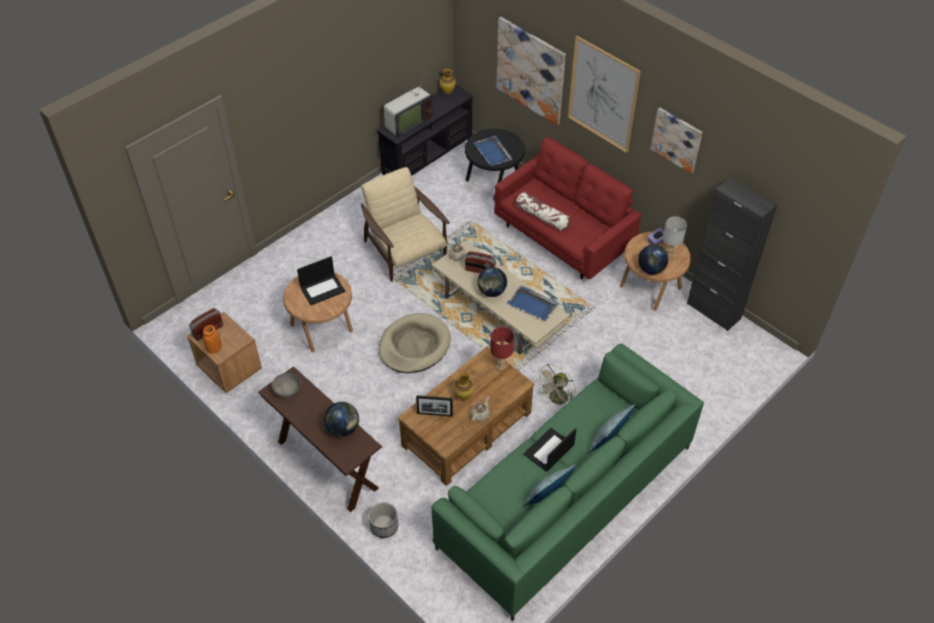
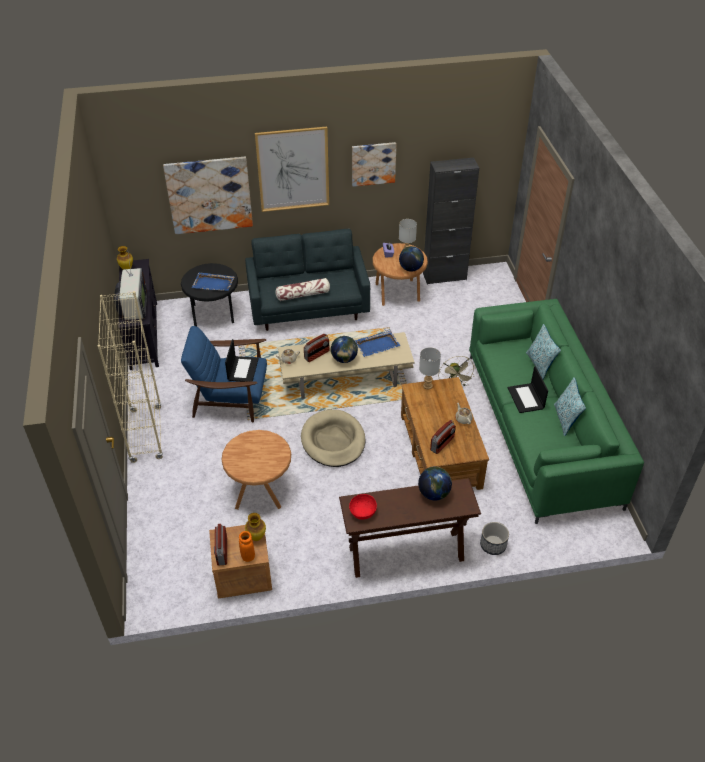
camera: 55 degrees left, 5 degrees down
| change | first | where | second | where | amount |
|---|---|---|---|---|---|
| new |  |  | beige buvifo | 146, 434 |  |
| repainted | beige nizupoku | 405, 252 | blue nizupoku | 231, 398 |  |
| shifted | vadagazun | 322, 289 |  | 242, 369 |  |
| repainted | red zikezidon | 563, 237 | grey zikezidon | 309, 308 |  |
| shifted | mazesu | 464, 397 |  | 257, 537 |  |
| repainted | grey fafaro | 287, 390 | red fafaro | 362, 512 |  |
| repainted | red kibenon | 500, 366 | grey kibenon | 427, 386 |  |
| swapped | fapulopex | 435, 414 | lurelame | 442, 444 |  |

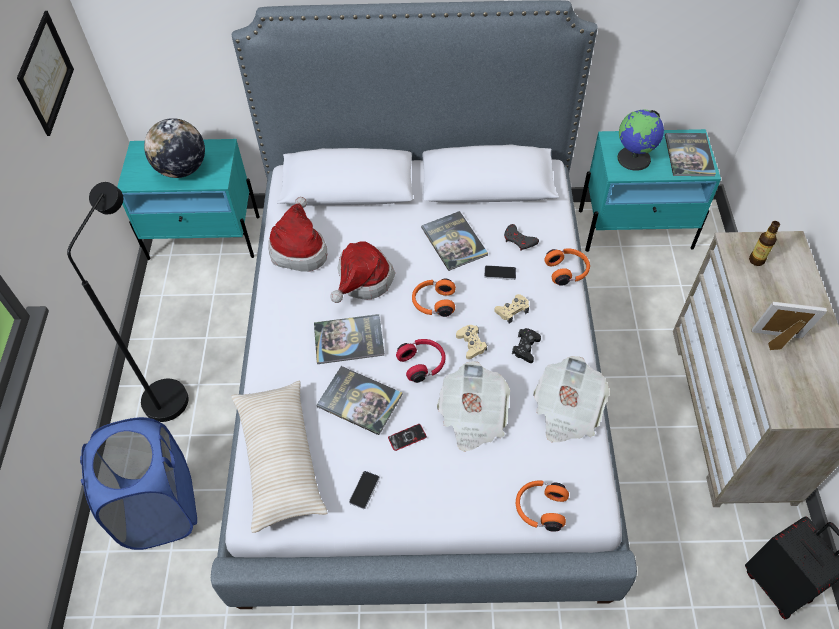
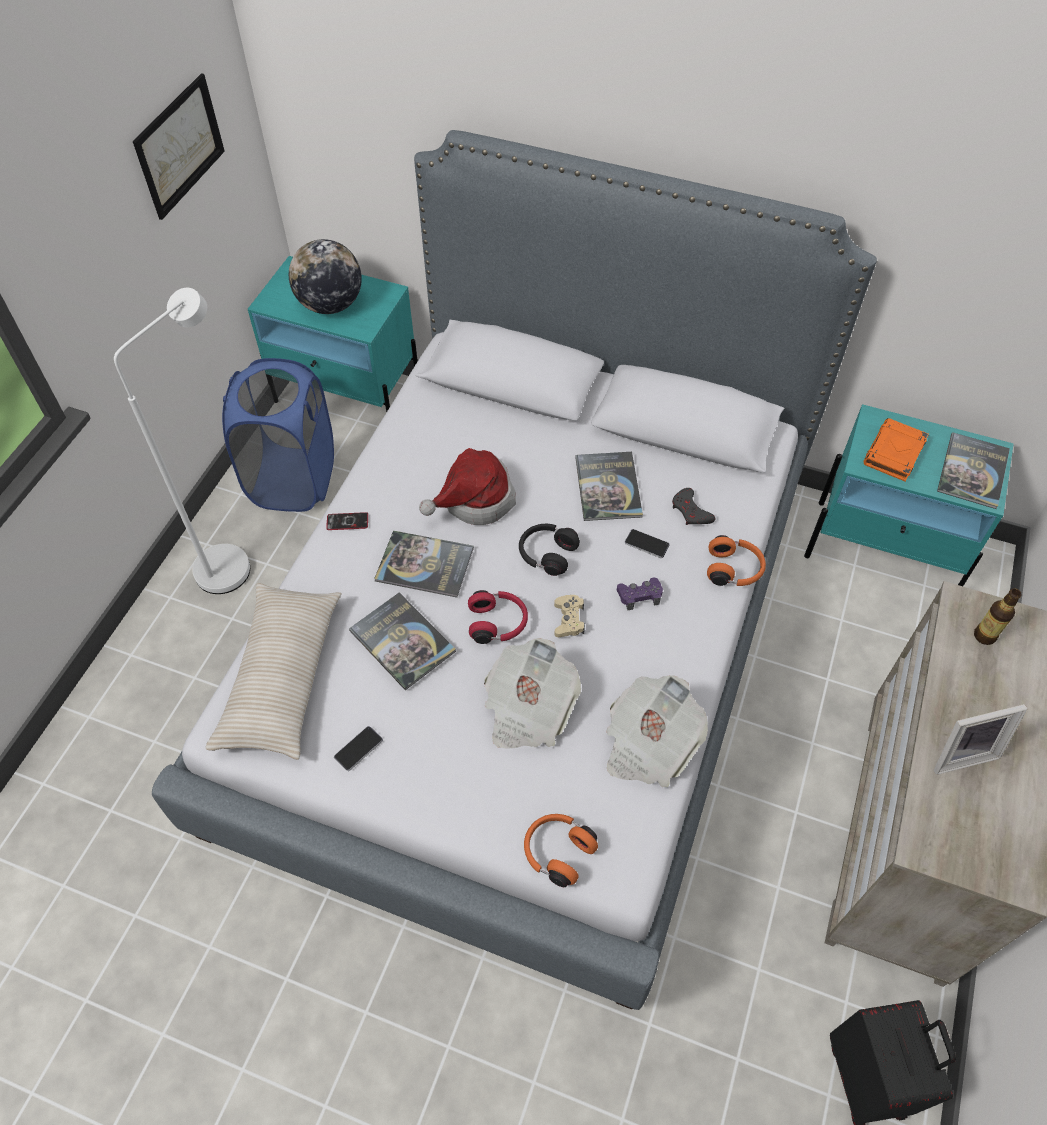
camera: 20 degrees right, 0 degrees up
| change | first | where | second | where | amount |
|---|---|---|---|---|---|
| repainted | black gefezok | 171, 390 | white gefezok | 233, 560 |  |
| shifted | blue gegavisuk | 160, 509 |  | 293, 480 |  |
| shifted | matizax | 407, 437 |  | 347, 522 |  |
| repainted | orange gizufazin | 433, 303 | black gizufazin | 546, 554 |  |
| repainted | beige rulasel | 512, 310 | purple rulasel | 639, 595 |  |
| swapped | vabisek | 634, 158 | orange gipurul | 894, 453 |  |
| rotated | fapulopex | 777, 341 |  | 960, 752 | 135 degrees clockwise |
| gone | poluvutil | 299, 248 |  |  |  |
| gone | black rulasel | 526, 347 |  |  |  |

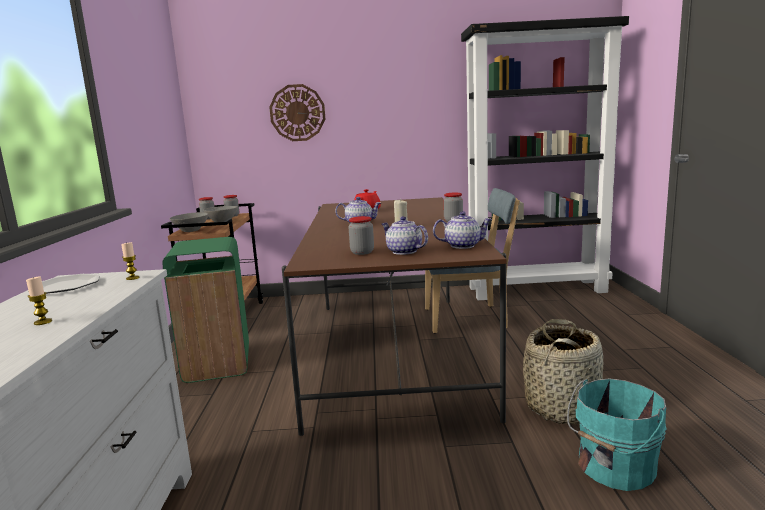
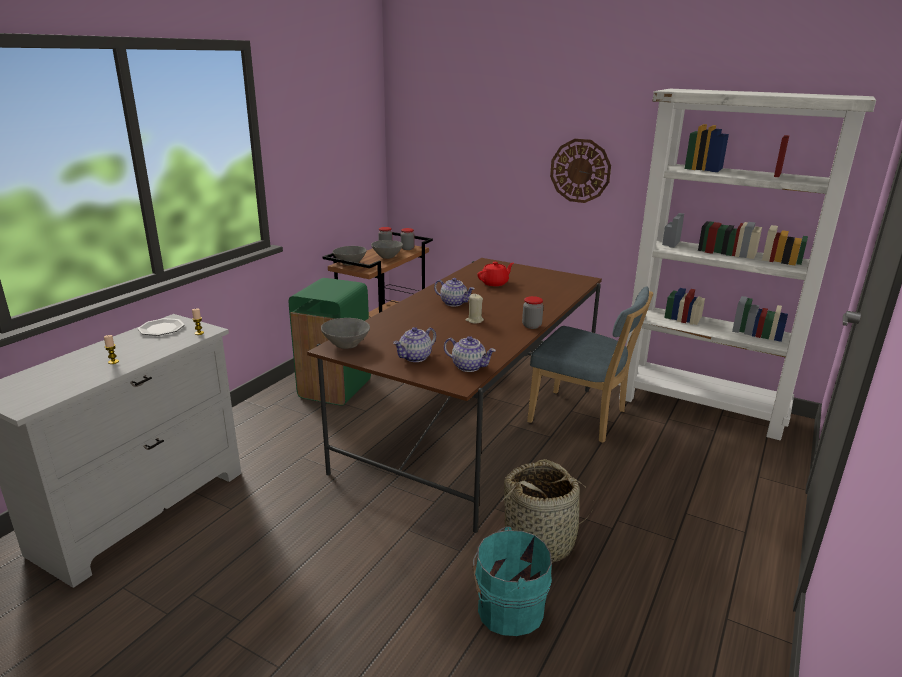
camera: 30 degrees right, 10 degrees up
| change | first | where | second | where | amount |
|---|---|---|---|---|---|
| new |  |  | grey fafaro | 346, 345 |  |
| rotated | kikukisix | 403, 251 |  | 415, 357 | 120 degrees counterclockwise |
| shifted | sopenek | 297, 113 |  | 580, 171 |  |
| repainted | black buvifo | 537, 289 | white buvifo | 701, 407 |  |
| gone | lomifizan | 362, 252 |  |  |  |

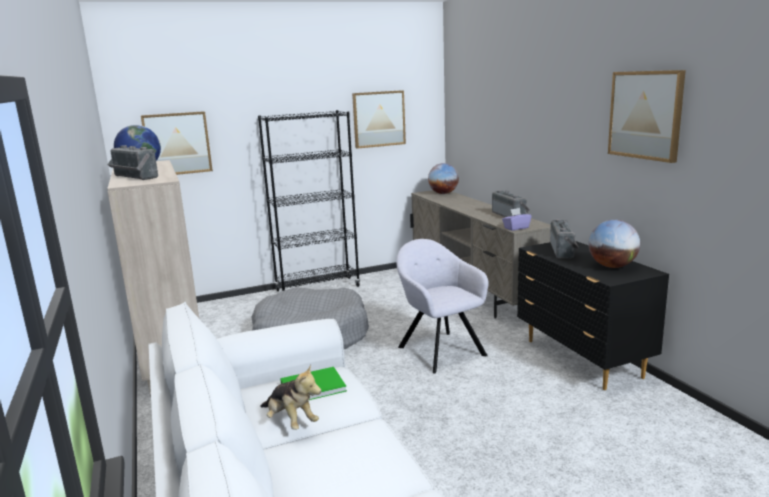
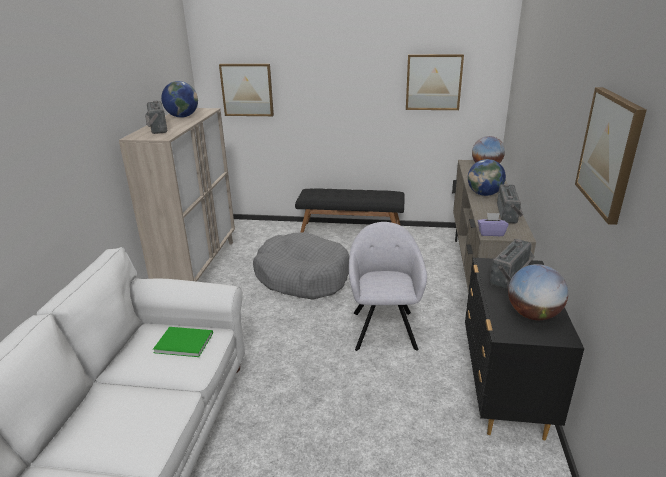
camera: 30 degrees right, 10 degrees up
| change | first | where | second | where | amount |
|---|---|---|---|---|---|
| swapped | black buvifo | 318, 288 | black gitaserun | 351, 231 |  |
| new |  |  | vabisek | 484, 194 |  |
| gone | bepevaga | 290, 421 |  |  |  |

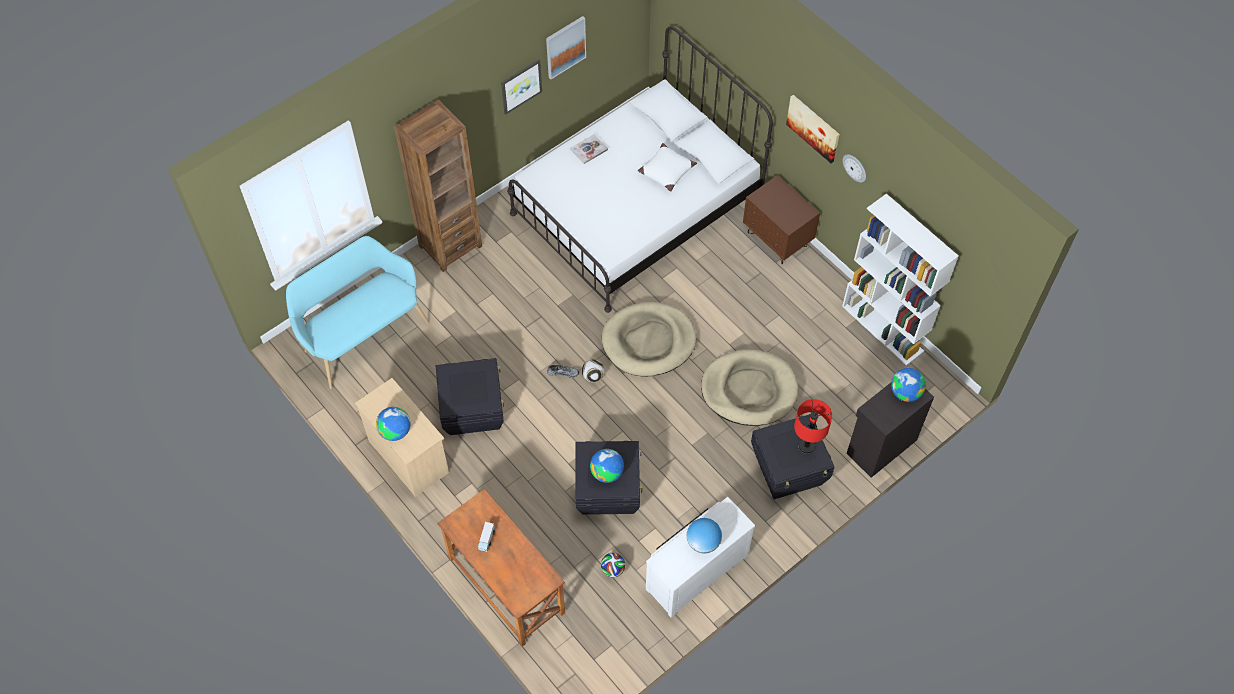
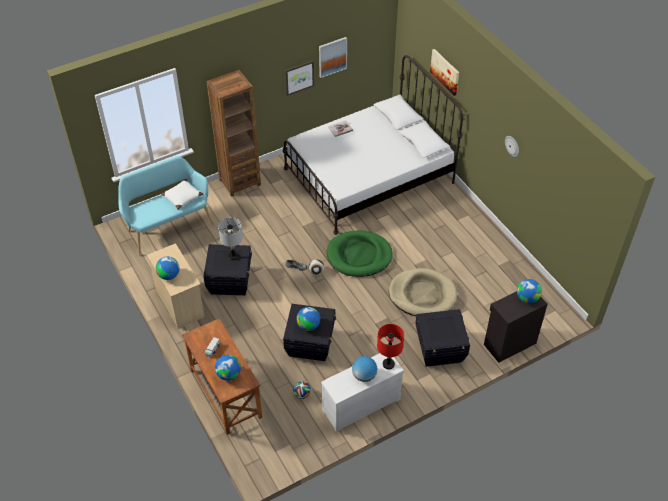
camera: 10 degrees right, 10 degrees down
| change | first | where | second | where | amount |
|---|---|---|---|---|---|
| shifted | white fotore | 666, 171 |  | 182, 197 |  |
| new |  |  | vabisek | 228, 374 |  |
| new |  |  | grey kibenon | 233, 256 |  |
| repainted | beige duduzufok | 648, 341 | green duduzufok | 359, 256 |  |
| shifted | red kibenon | 806, 446 |  | 388, 364 |  |
| shifted | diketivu | 813, 128 |  | 445, 71 |  |
| gone | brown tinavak | 777, 240 |  |  |  |
| gone | white buvifo | 883, 328 |  |  |  |

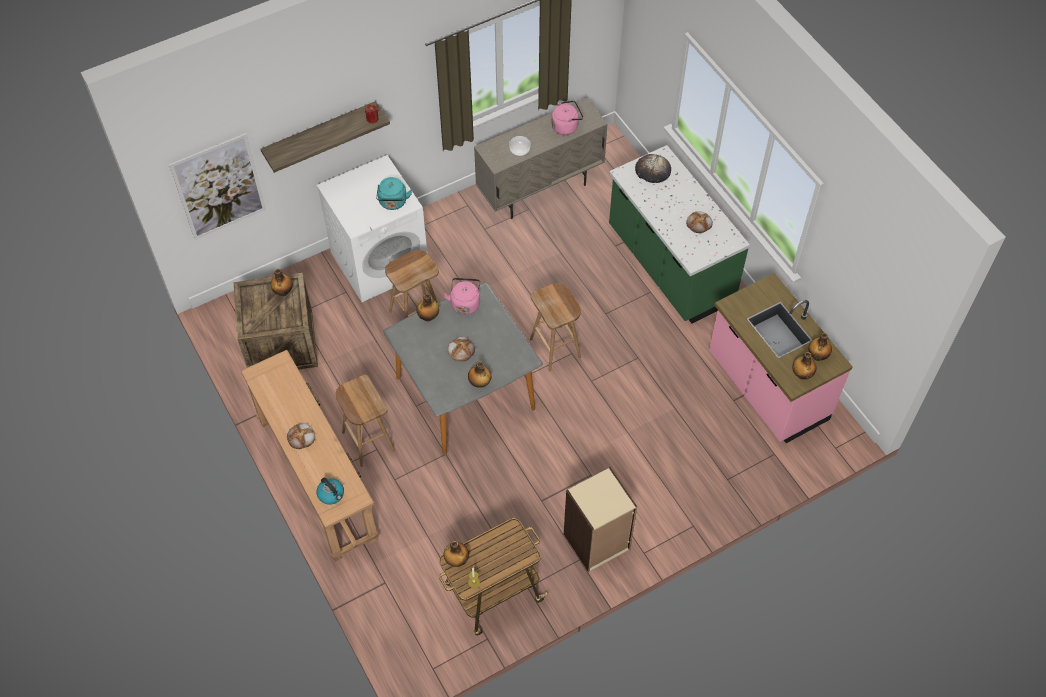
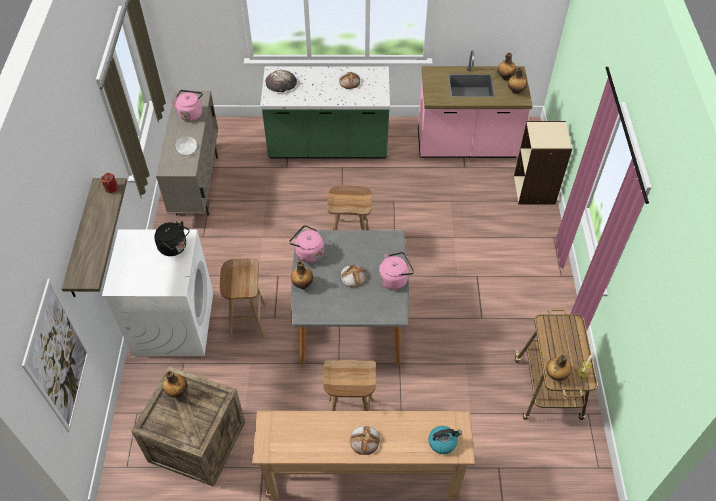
camera: 60 degrees left, 5 degrees down
| change | first | where | second | where | amount |
|---|---|---|---|---|---|
| repainted | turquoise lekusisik | 393, 203 | black lekusisik | 174, 247 |  |
| swapped | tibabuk | 479, 383 | pink lekusisik | 395, 279 |  |
| shifted | beige buvifo | 597, 542 |  | 535, 190 |  |

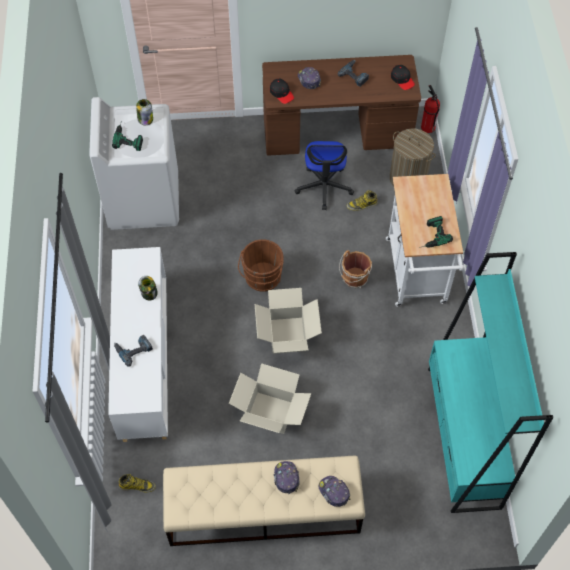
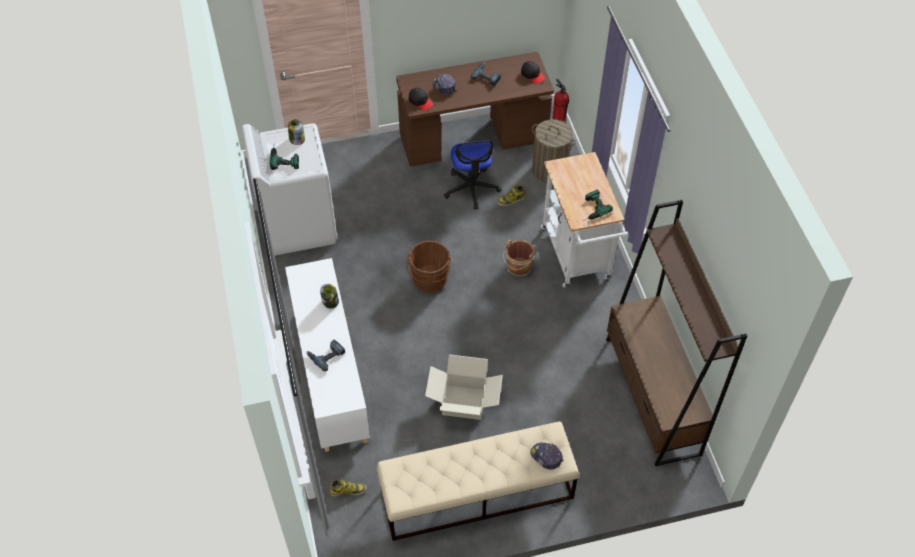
camera: 10 degrees left, 5 degrees down
| change | first | where | second | where | amount |
|---|---|---|---|---|---|
| repainted | turquoise buvifo | 463, 437 | brown buvifo | 652, 396 |  |
| gone | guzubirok | 287, 335 |  |  |  |
| gone | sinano | 286, 478 |  |  |  |

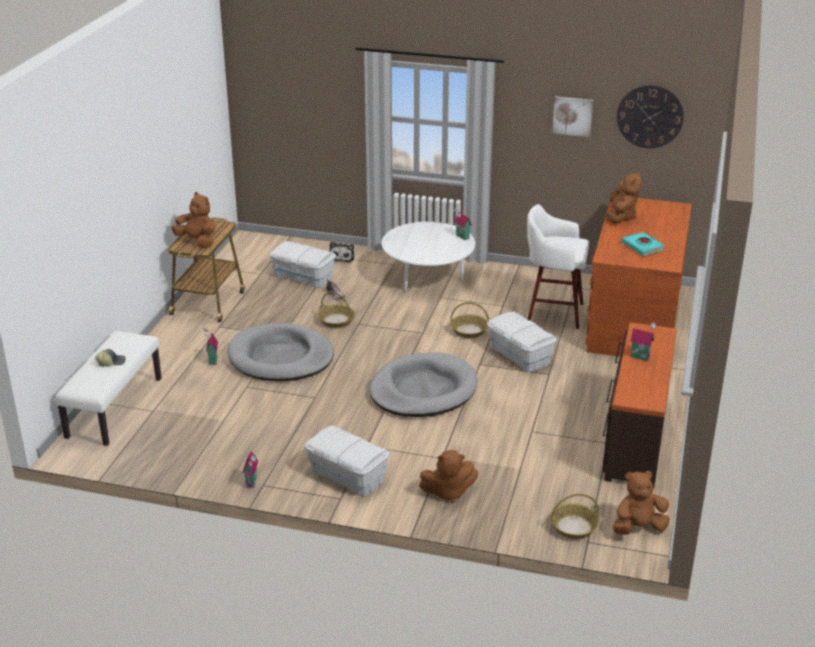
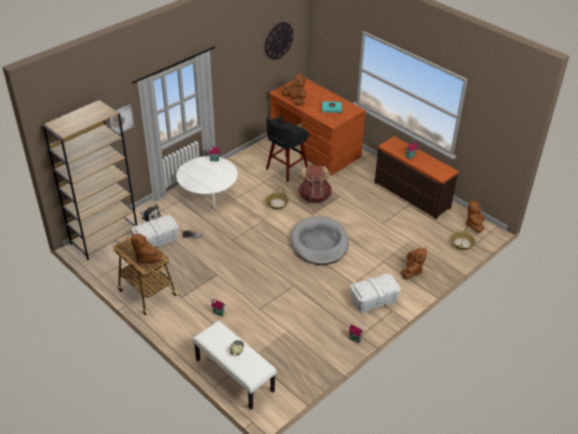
camera: 60 degrees left, 10 degrees up
| change | first | where | second | where | amount |
|---|---|---|---|---|---|
| new |  |  | brown buvifo | 104, 237 |  |
| shifted | diketivu | 572, 116 |  | 120, 119 |  |
| rotated | brown bepevaga | 197, 241 |  | 146, 258 | 105 degrees counterclockwise |
| repainted | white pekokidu | 552, 313 | black pekokidu | 285, 169 |  |
| swapped | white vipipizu | 520, 354 | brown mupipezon | 314, 197 |  |
| gone | grey duduzufok | 281, 357 |  |  |  |
| gone | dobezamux | 336, 320 |  |  |  |

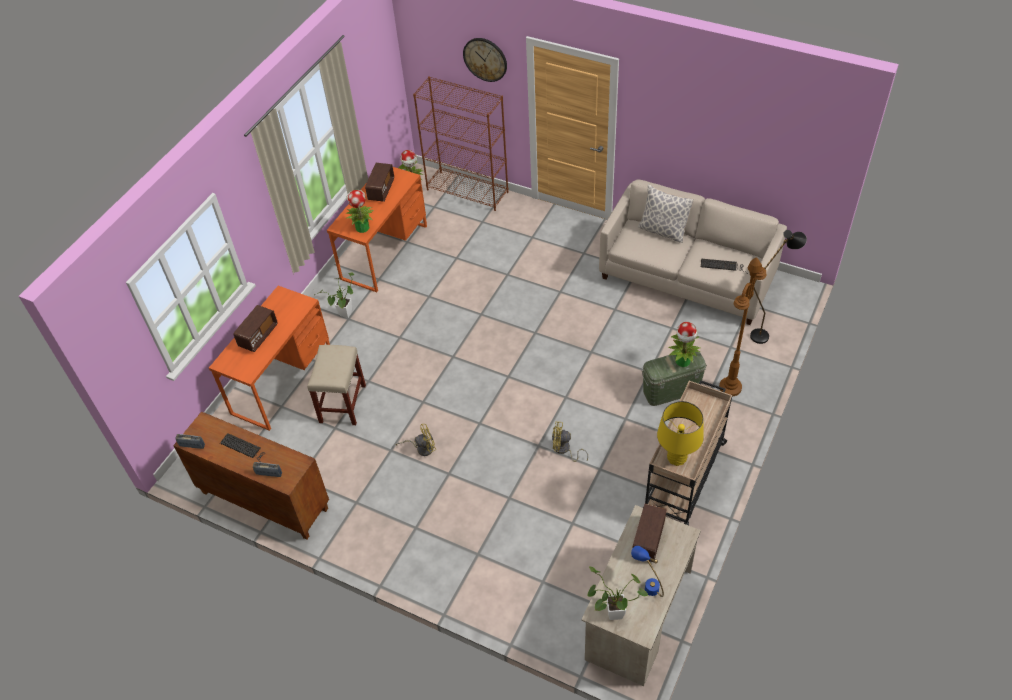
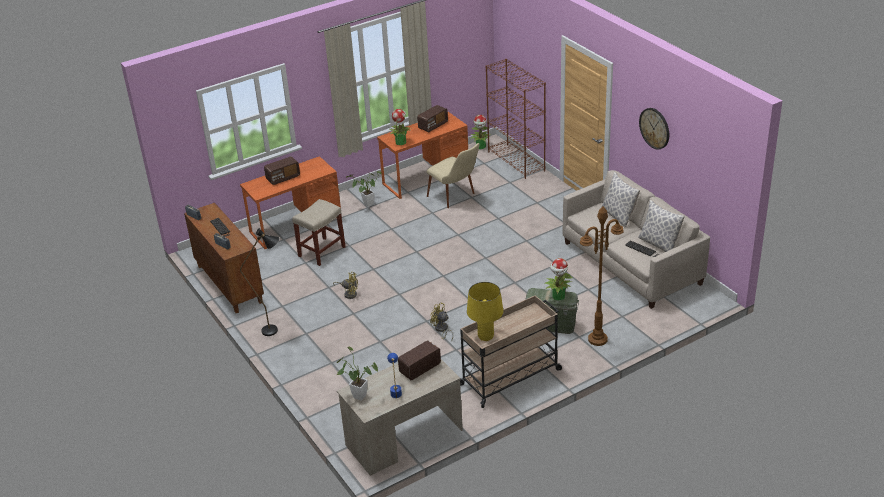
camera: 30 degrees right, 15 degrees down
| change | first | where | second | where | amount |
|---|---|---|---|---|---|
| shifted | black gefezok | 765, 333 |  | 275, 330 |  |
| new |  |  | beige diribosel | 456, 198 |  |
| new |  |  | fotore | 659, 244 |  |
| shifted | sopenek | 485, 59 |  | 654, 128 |  |

